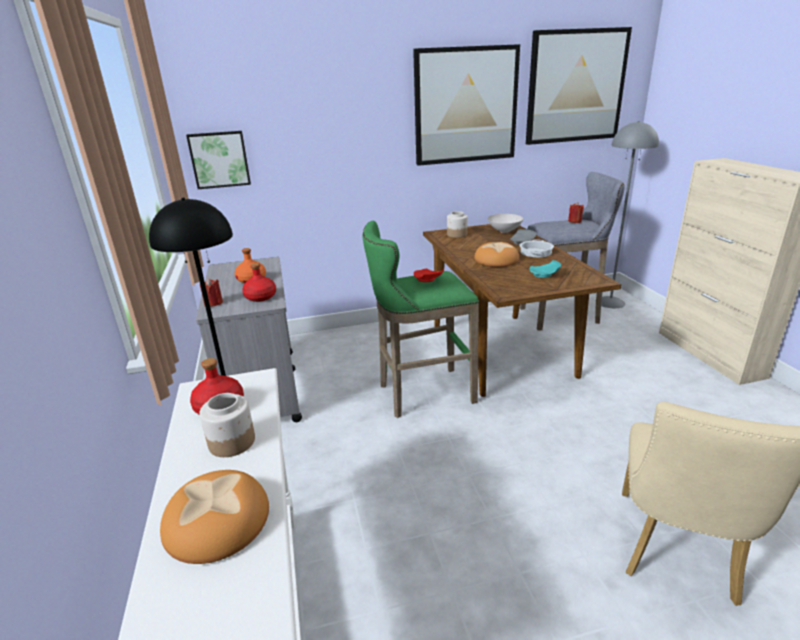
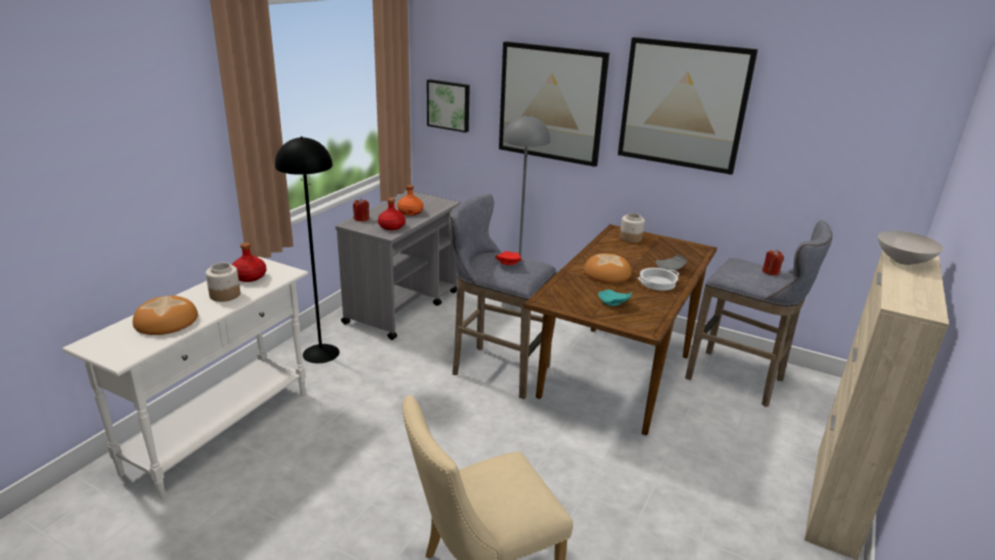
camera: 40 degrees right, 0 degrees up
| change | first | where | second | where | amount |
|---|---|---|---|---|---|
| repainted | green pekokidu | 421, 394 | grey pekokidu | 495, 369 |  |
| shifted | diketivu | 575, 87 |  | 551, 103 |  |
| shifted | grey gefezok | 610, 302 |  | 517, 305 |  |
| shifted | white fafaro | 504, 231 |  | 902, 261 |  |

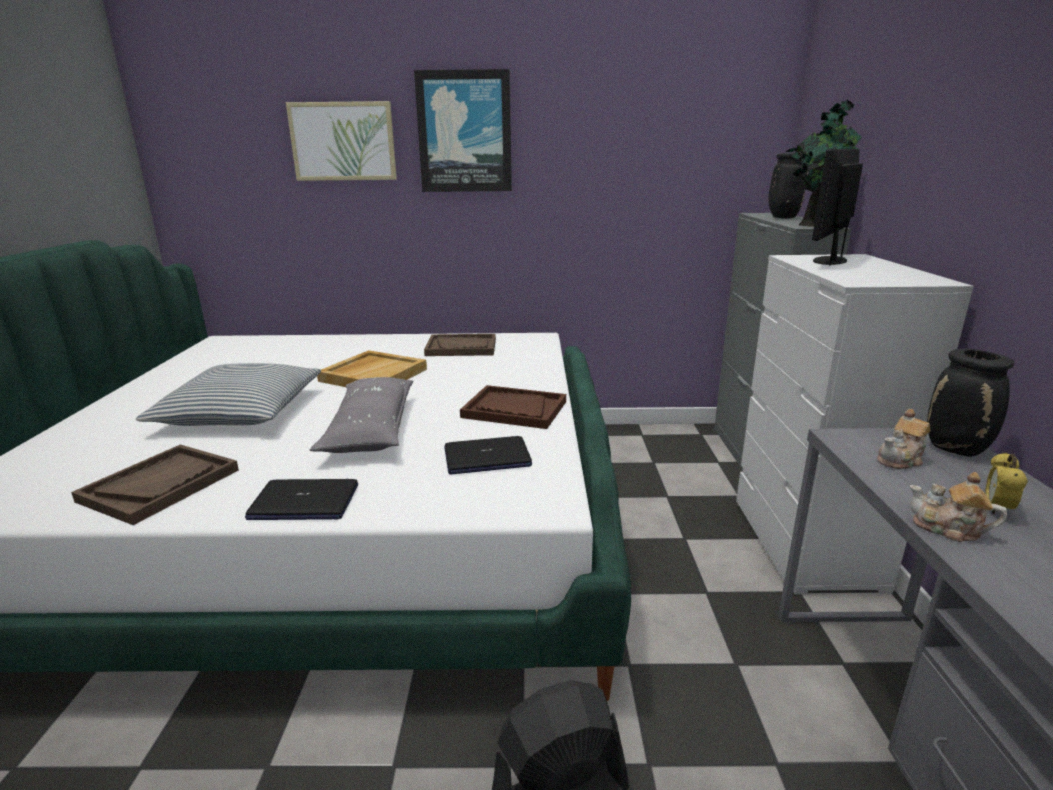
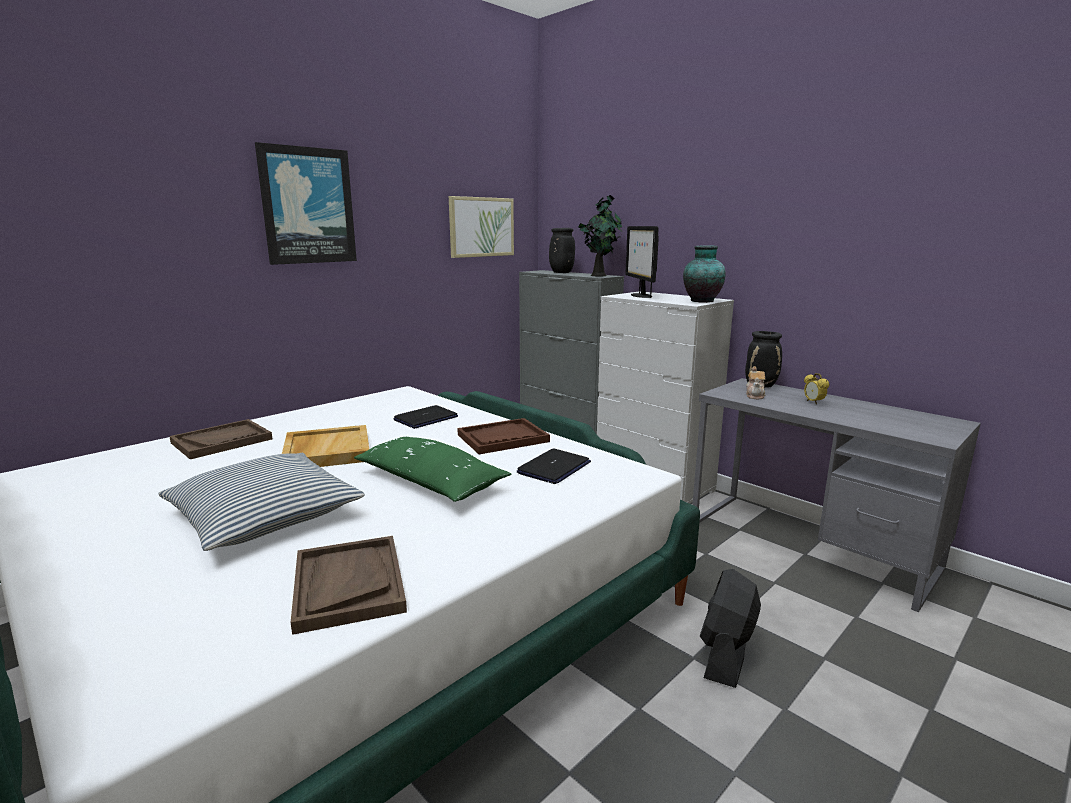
camera: 45 degrees left, 5 degrees down
| change | first | where | second | where | amount |
|---|---|---|---|---|---|
| shifted | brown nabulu | 461, 347 |  | 222, 441 |  |
| repainted | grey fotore | 370, 429 | green fotore | 430, 482 |  |
| shifted | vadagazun | 304, 502 |  | 426, 418 |  |
| shifted | diketivu | 343, 142 |  | 481, 227 |  |
| new |  |  | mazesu | 701, 301 |  |
| gone | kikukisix | 948, 529 |  |  |  |

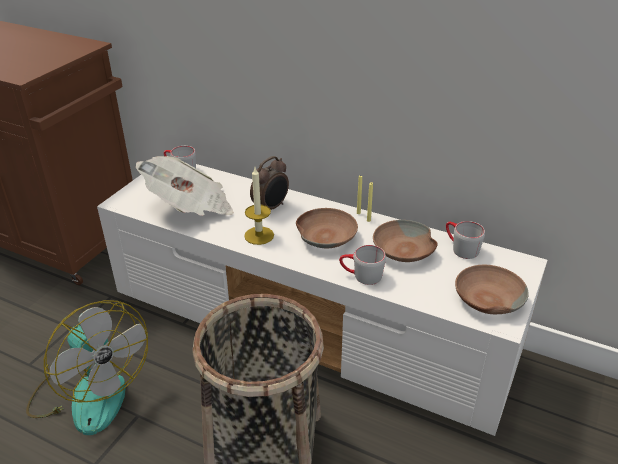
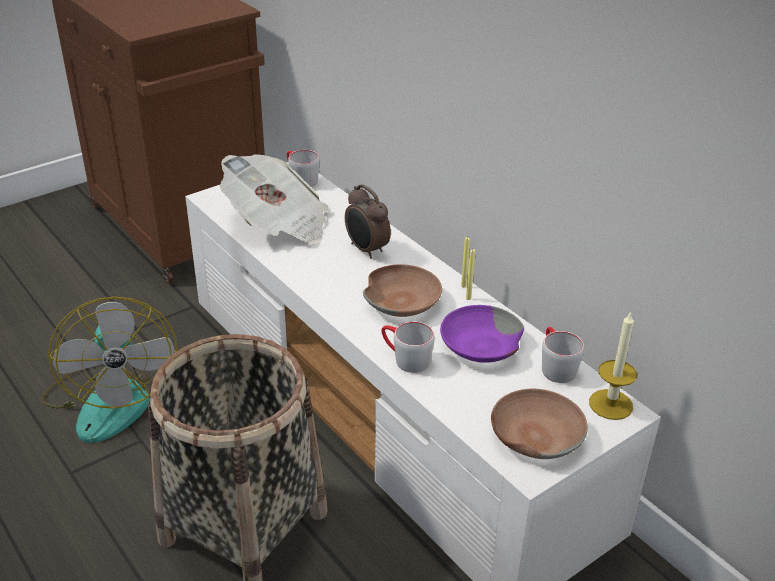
camera: 25 degrees right, 0 degrees up
| change | first | where | second | where | amount |
|---|---|---|---|---|---|
| rotated | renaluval | 271, 207 |  | 366, 250 | 75 degrees clockwise |
| repainted | brown fafaro | 403, 251 | purple fafaro | 480, 347 |  |
| shifted | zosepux | 259, 235 |  | 610, 404 |  |

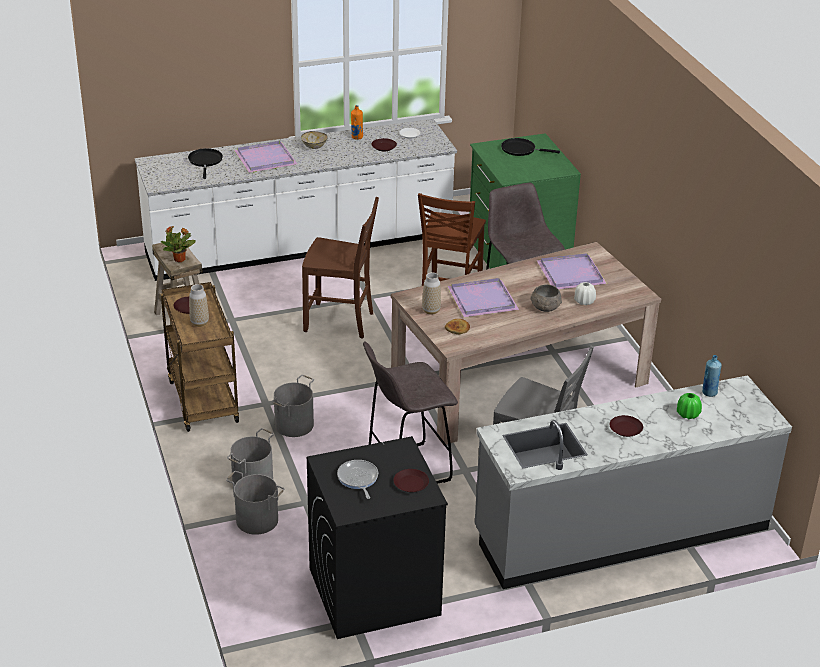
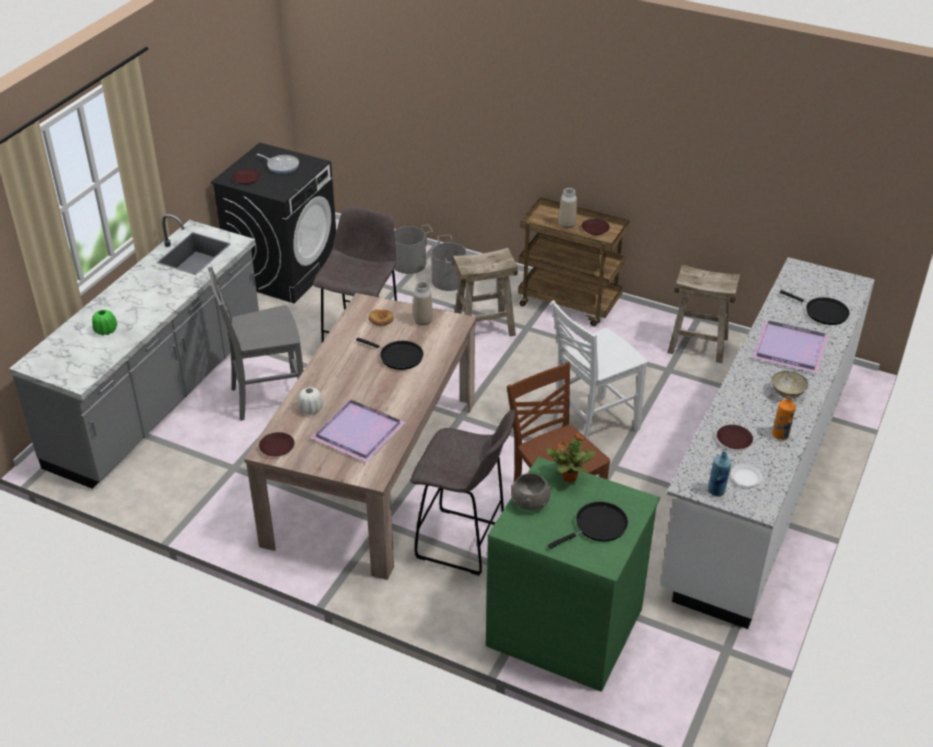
camera: 135 degrees right, 5 degrees up
| change | first | where | second | where | amount |
|---|---|---|---|---|---|
| shifted | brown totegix | 625, 429 |  | 277, 447 |  |
| swapped | purple nabulu | 483, 299 | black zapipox | 398, 357 |  |
| swapped | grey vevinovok | 293, 424 | beige pekokidu | 484, 327 |  |
| shifted | grey fafaro | 545, 308 |  | 530, 502 |  |
| shifted | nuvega | 180, 259 |  | 568, 477 |  |
| repainted | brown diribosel | 340, 322 | white diribosel | 592, 425 |  |
| shifted | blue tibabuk | 709, 392 |  | 716, 491 |  |

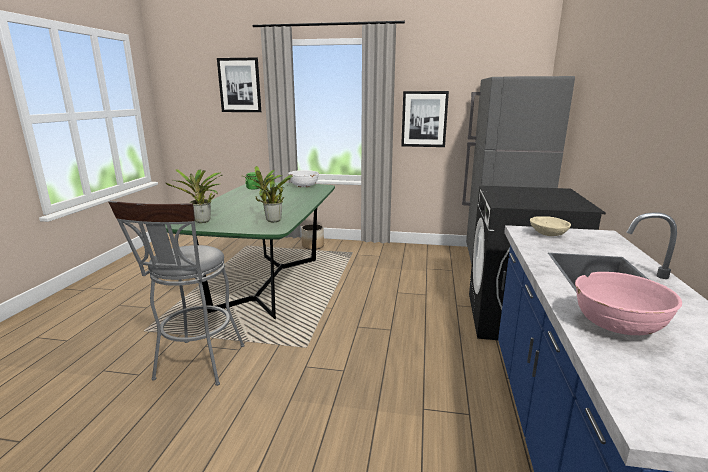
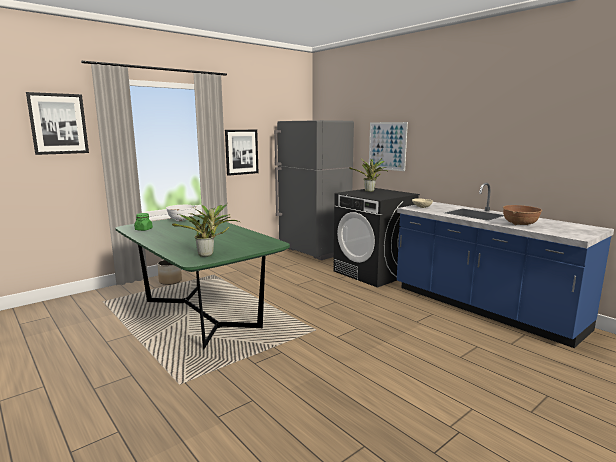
camera: 50 degrees left, 5 degrees down
| change | first | where | second | where | amount |
|---|---|---|---|---|---|
| shifted | nuvega | 272, 221 |  | 370, 191 |  |
| new |  |  | diketivu | 387, 146 |  |
| repainted | pink fafaro | 617, 326 | brown fafaro | 520, 224 |  |
| gone | grey pekokidu | 197, 366 |  |  |  |

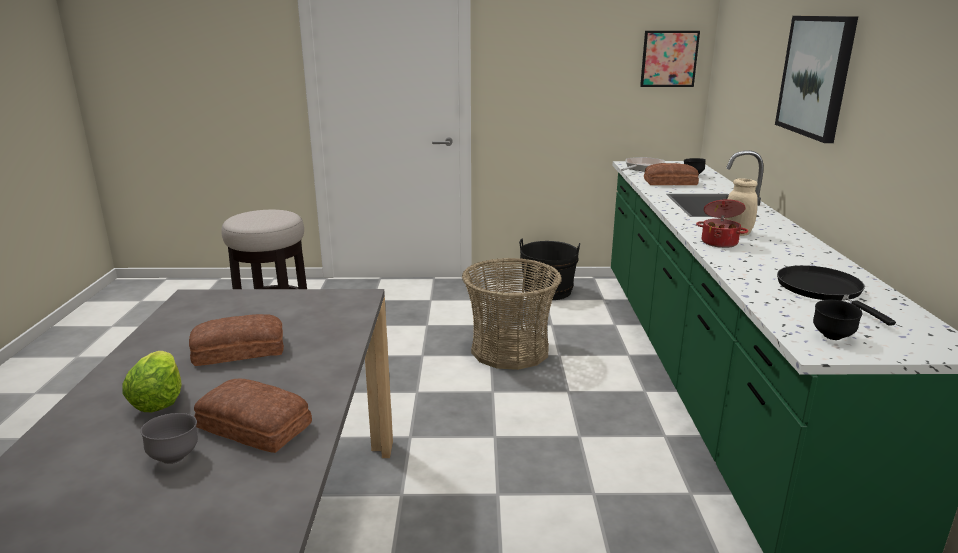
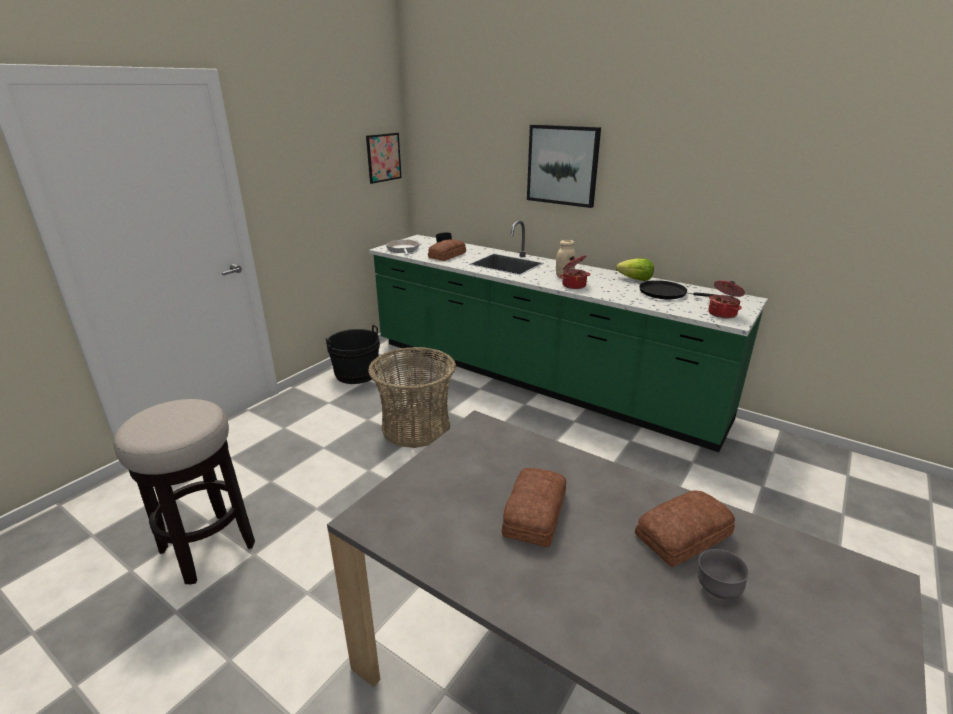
camera: 55 degrees left, 5 degrees up
| change | first | where | second | where | amount |
|---|---|---|---|---|---|
| shifted | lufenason | 158, 400 |  | 635, 279 |  |
| swapped | black fafaro | 832, 337 | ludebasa | 723, 314 |  |

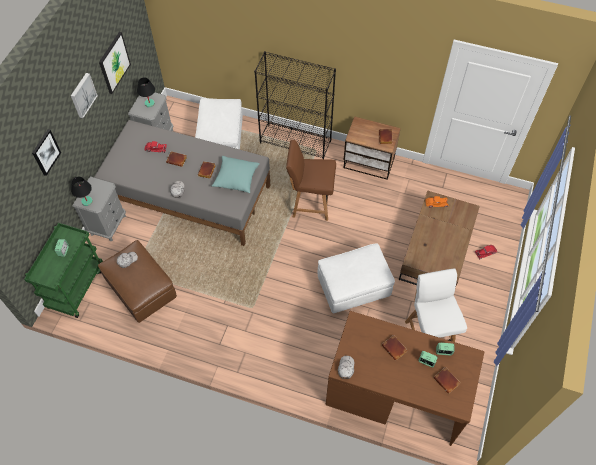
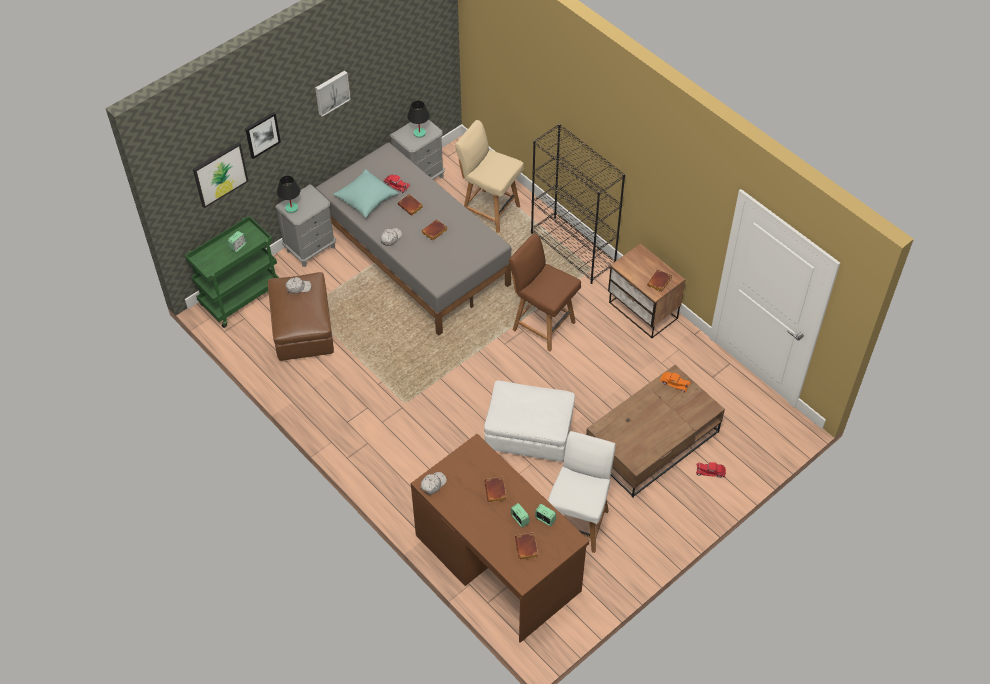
camera: 30 degrees right, 5 degrees down
| change | first | where | second | where | amount |
|---|---|---|---|---|---|
| shifted | diketivu | 114, 62 |  | 220, 174 |  |
| shifted | turquoise fotore | 236, 178 |  | 366, 199 |  |
| swapped | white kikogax | 221, 139 | beige diribosel | 489, 210 |  |

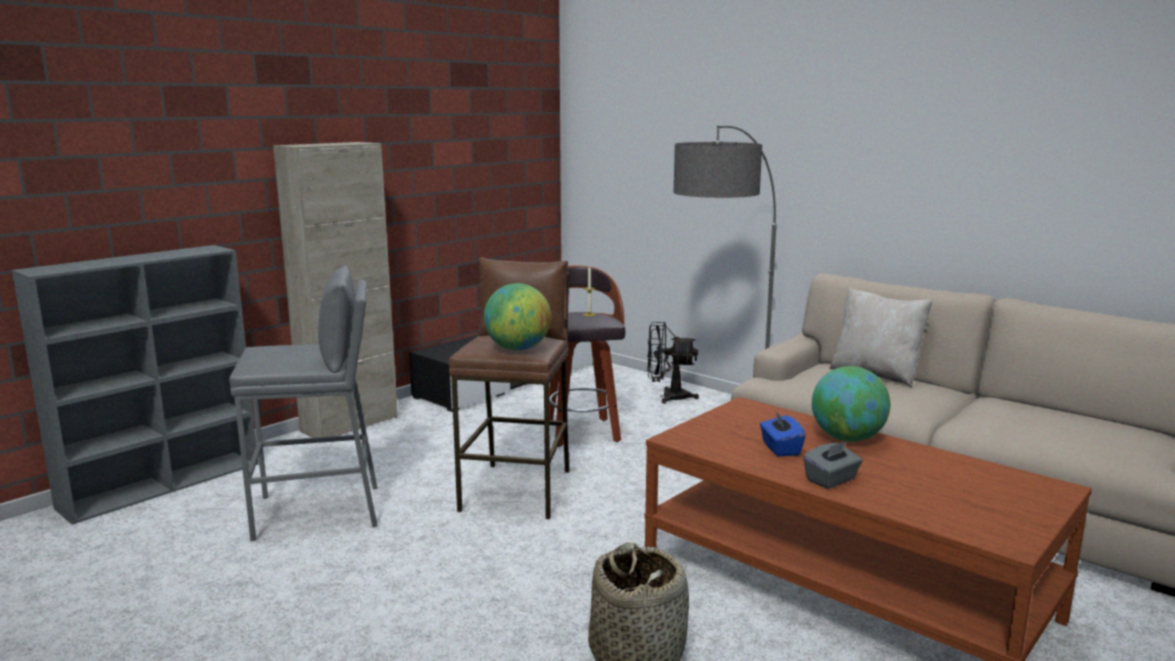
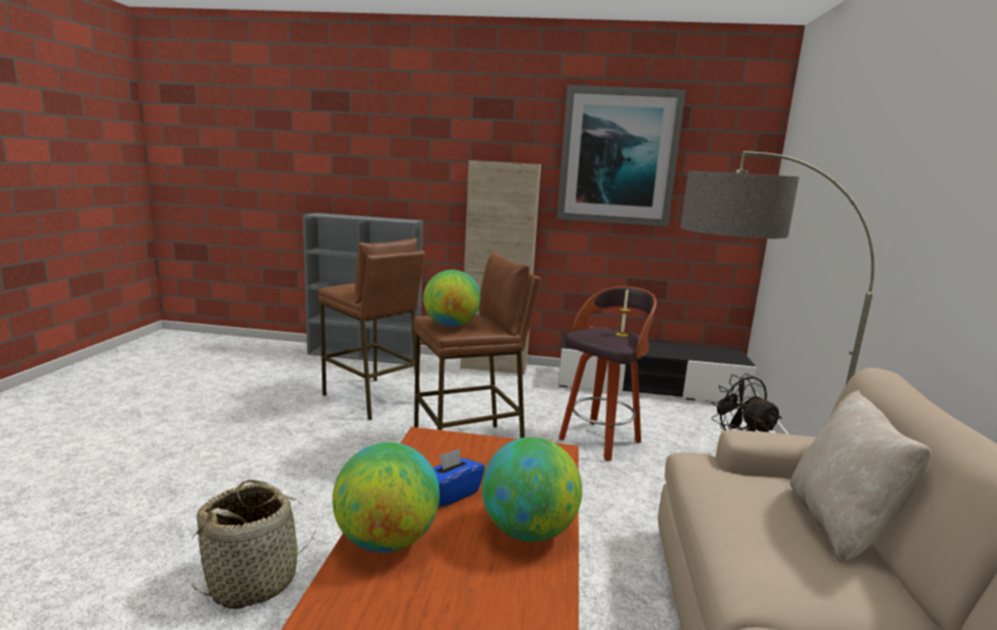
camera: 55 degrees right, 0 degrees up
| change | first | where | second | where | amount |
|---|---|---|---|---|---|
| repainted | grey pekokidu | 318, 512 | brown pekokidu | 371, 398 |  |
| swapped | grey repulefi | 831, 480 | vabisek | 386, 541 |  |
| new |  |  | diketivu | 618, 157 |  |

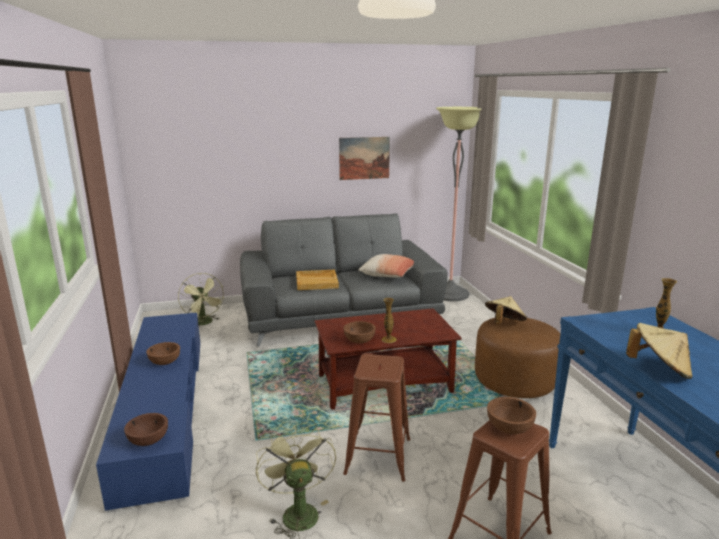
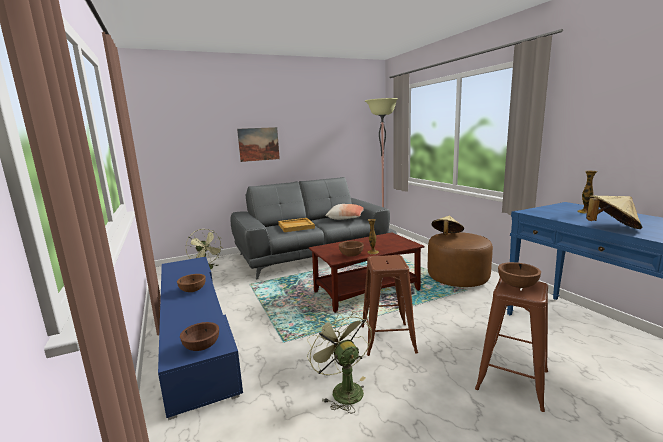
camera: 10 degrees left, 5 degrees down
| change | first | where | second | where | amount |
|---|---|---|---|---|---|
| shifted | diketivu | 364, 158 |  | 258, 144 |  |

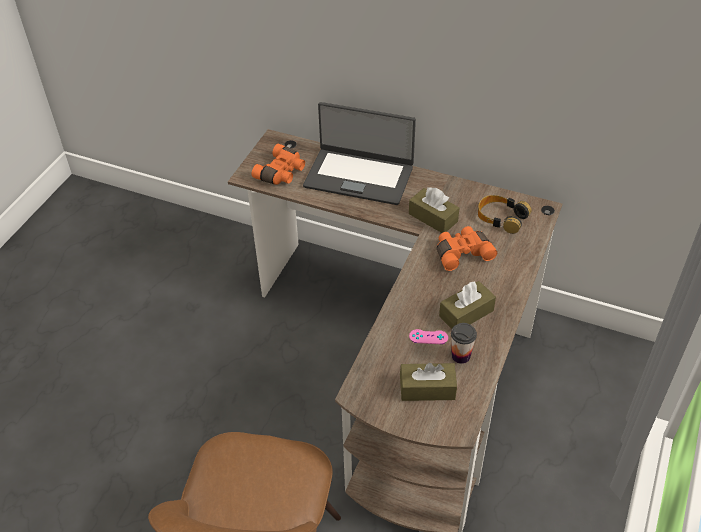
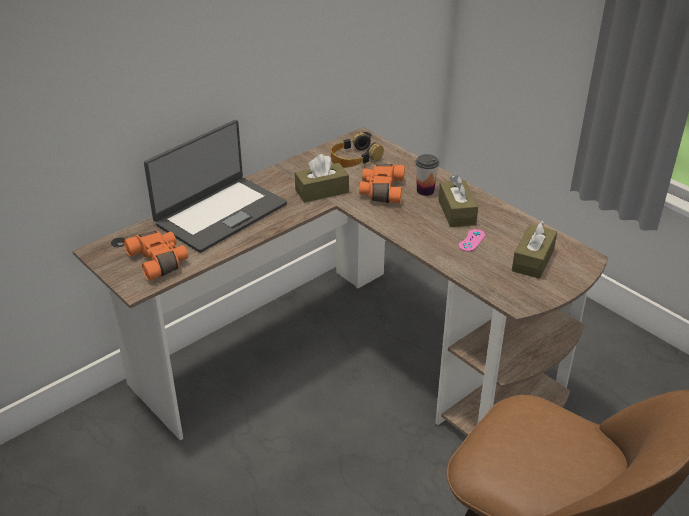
camera: 65 degrees left, 10 degrees down
| change | first | where | second | where | amount |
|---|---|---|---|---|---|
| shifted | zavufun | 461, 356 |  | 425, 191 |  |

